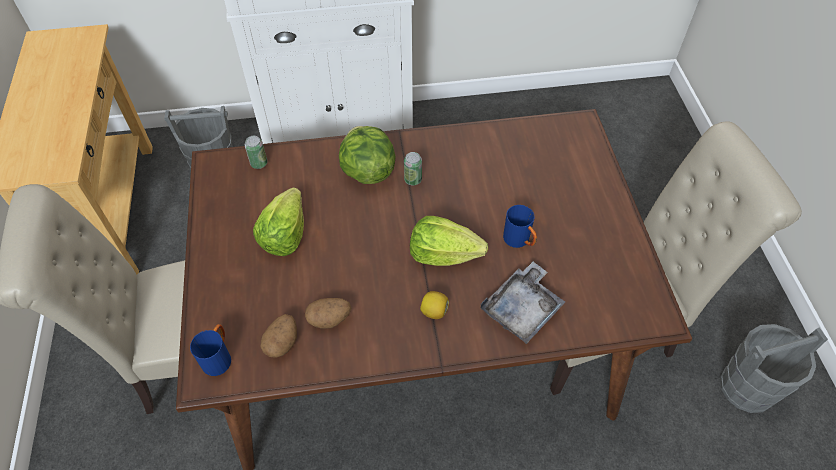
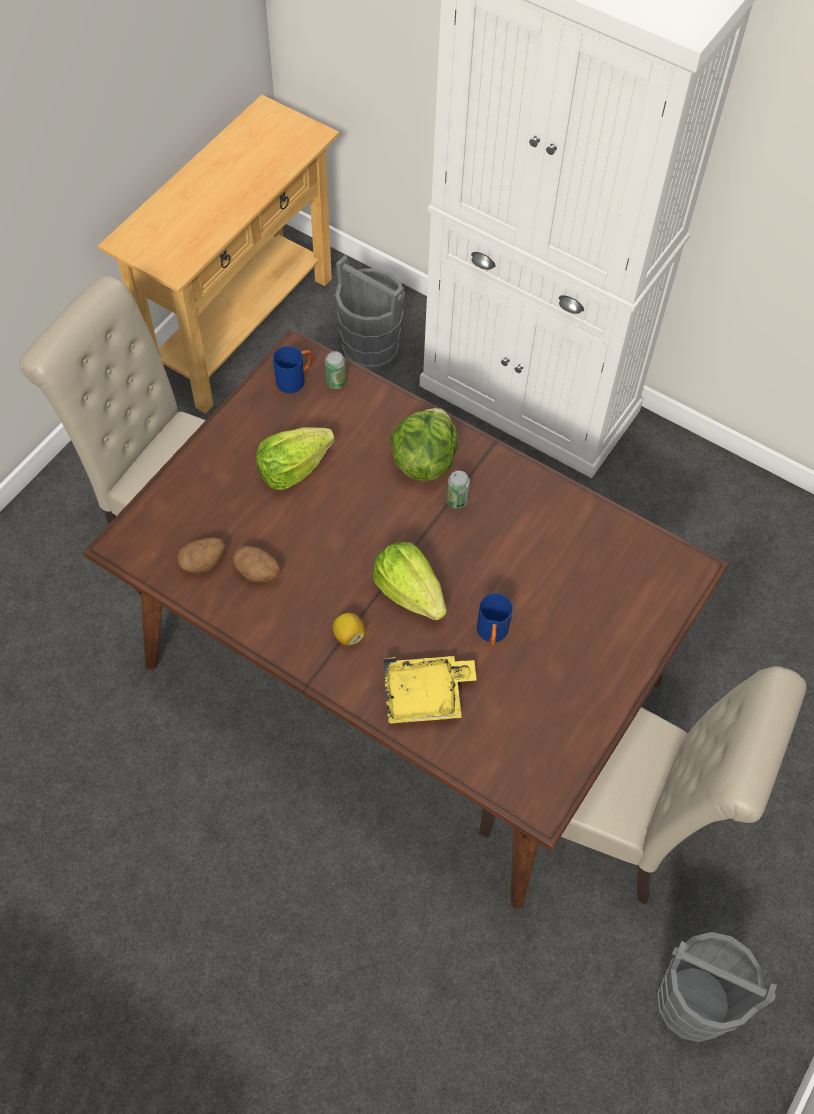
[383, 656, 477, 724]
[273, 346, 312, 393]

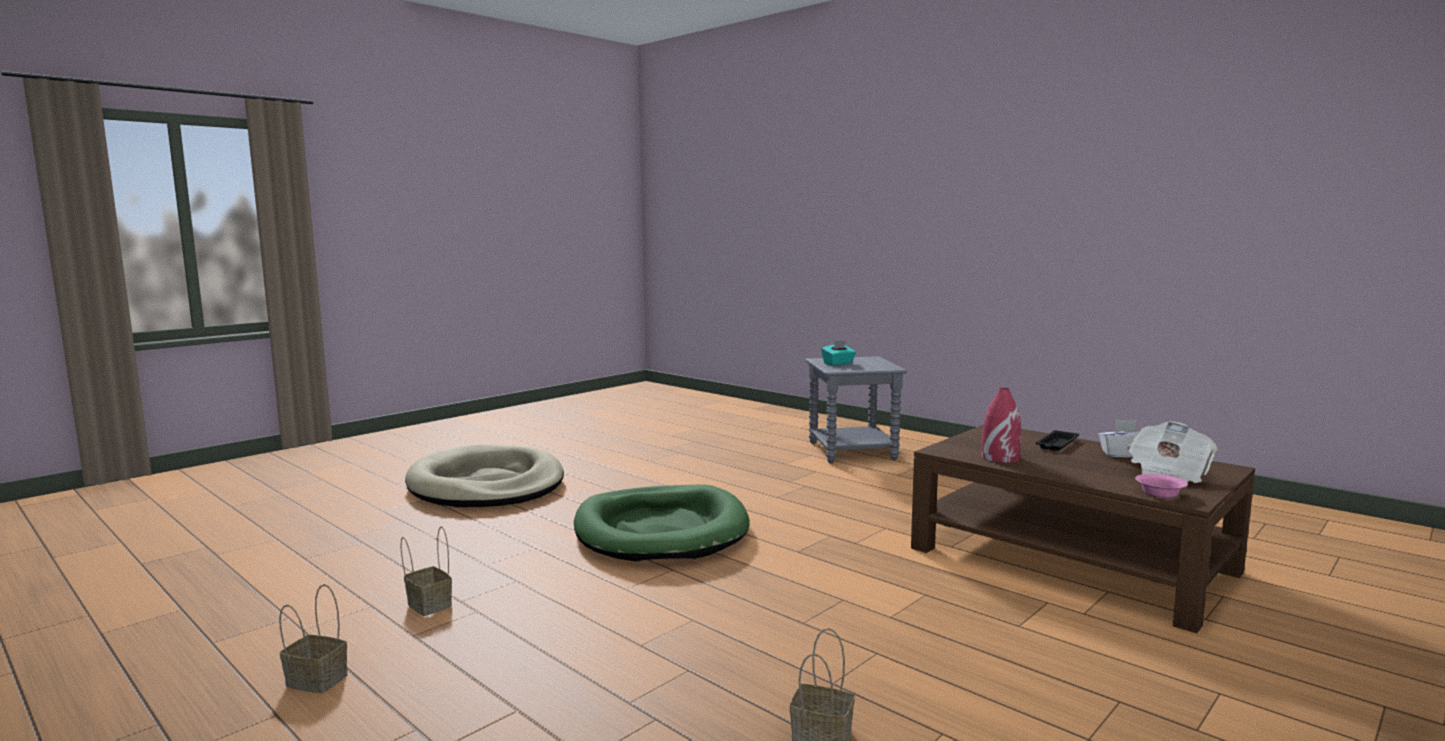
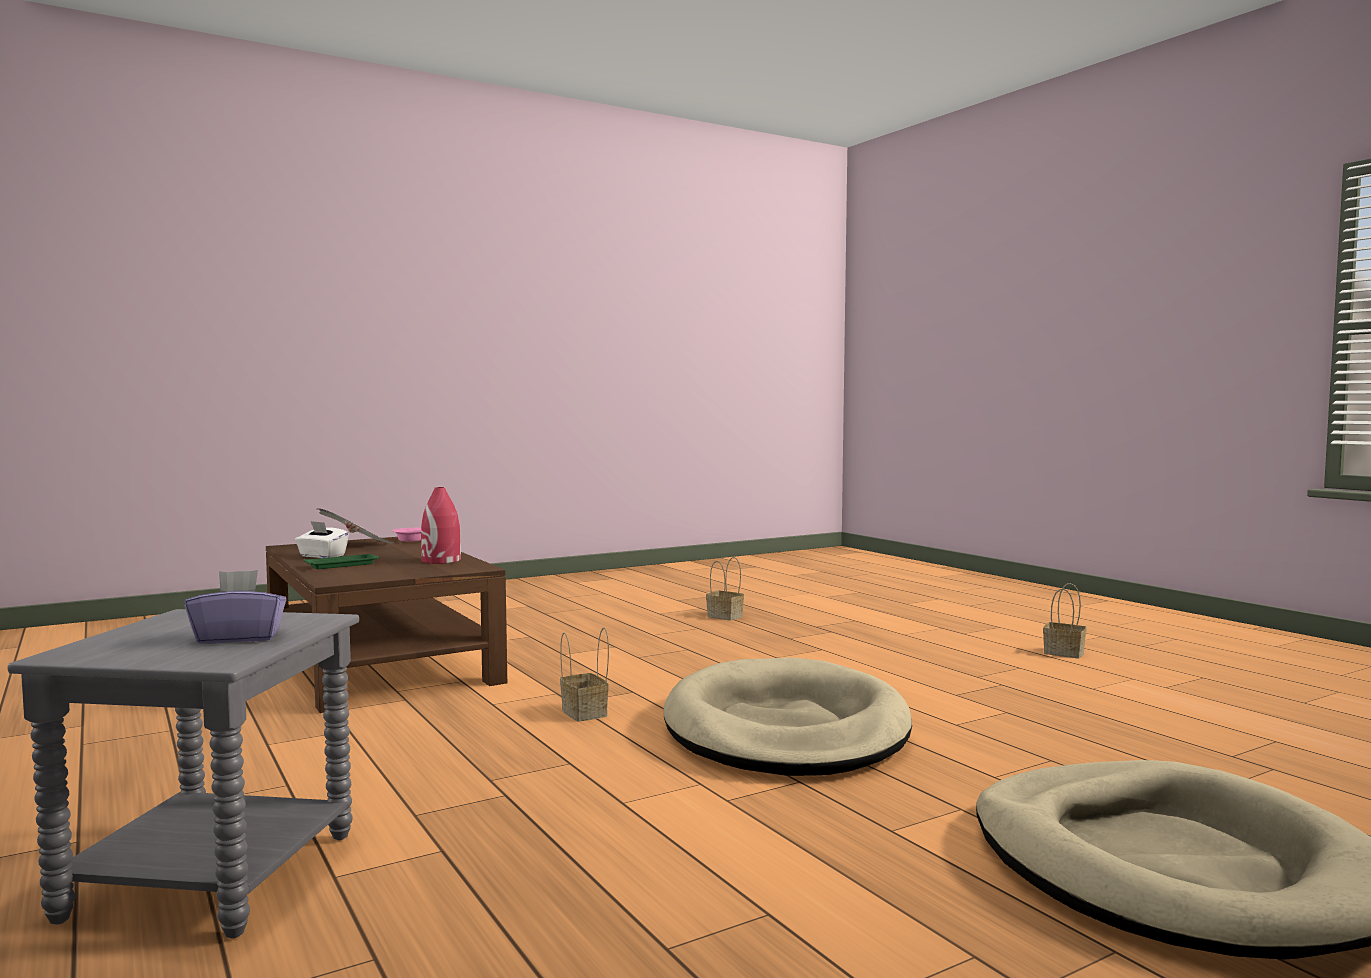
[184, 570, 286, 644]
[303, 554, 379, 569]
[664, 657, 912, 776]
[560, 627, 609, 722]

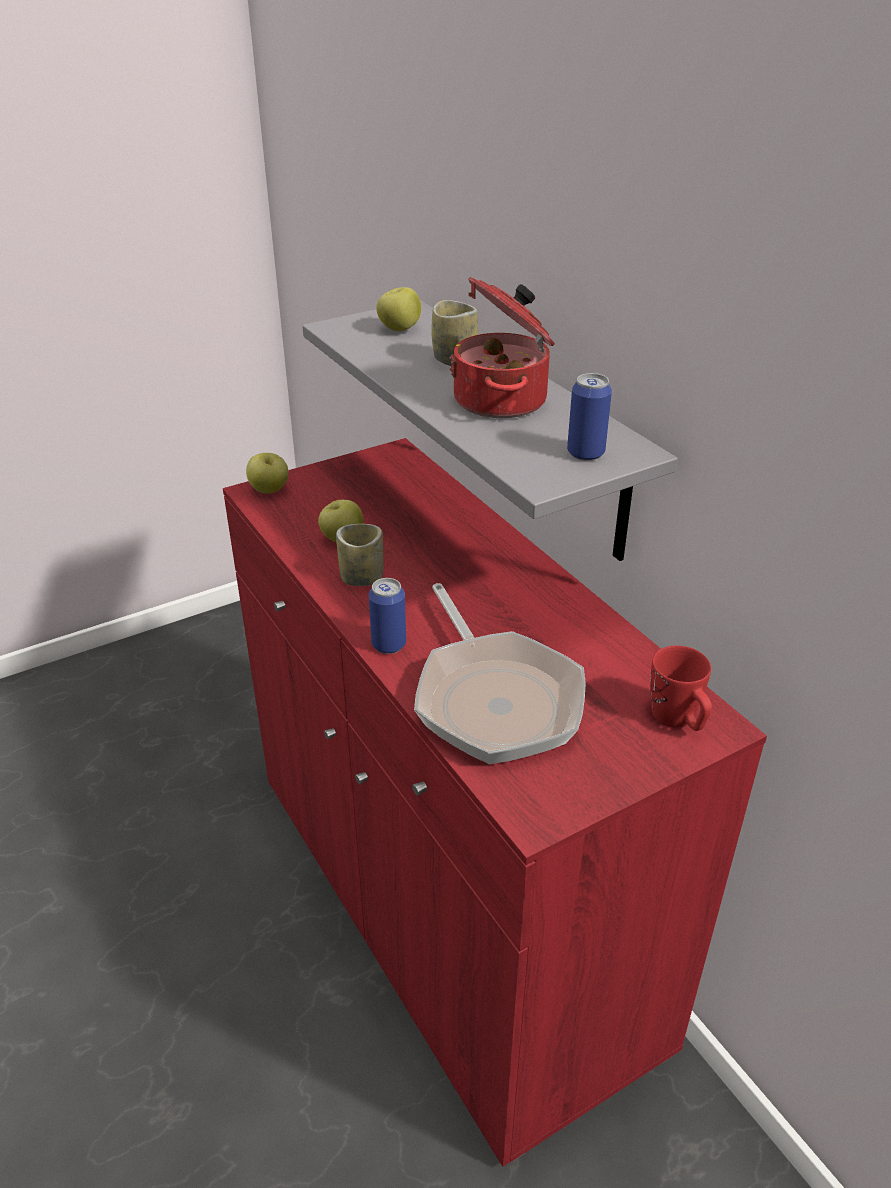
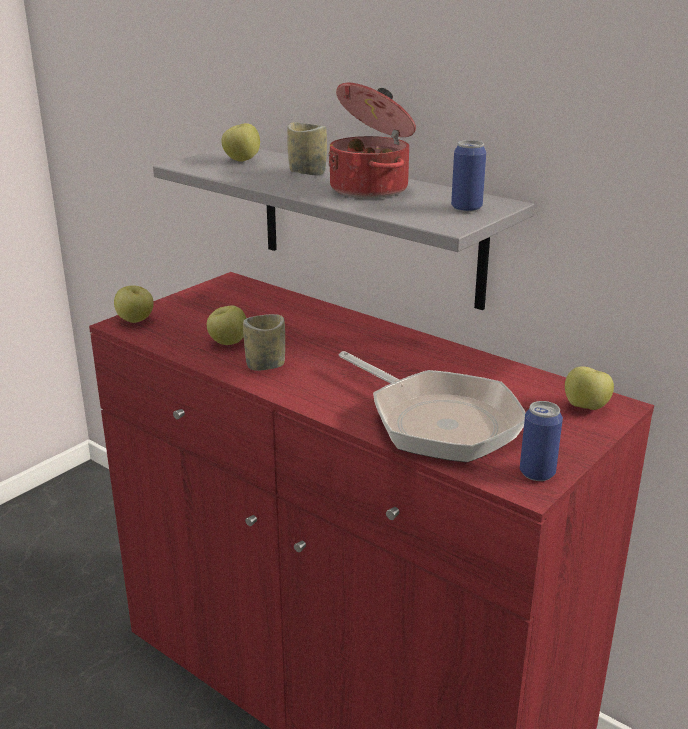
[520, 401, 563, 481]
[565, 366, 614, 410]

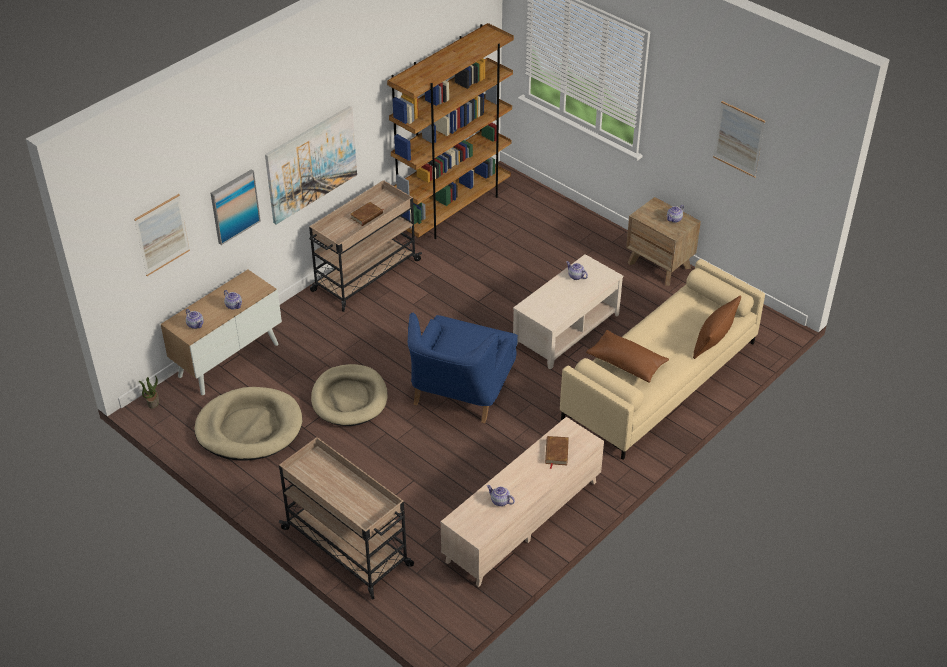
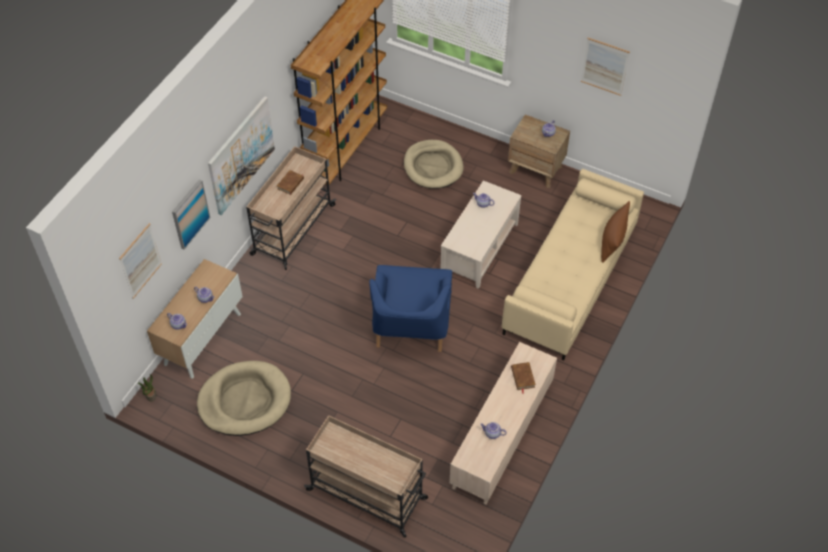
[586, 330, 669, 383] (first image)
[404, 140, 463, 189]

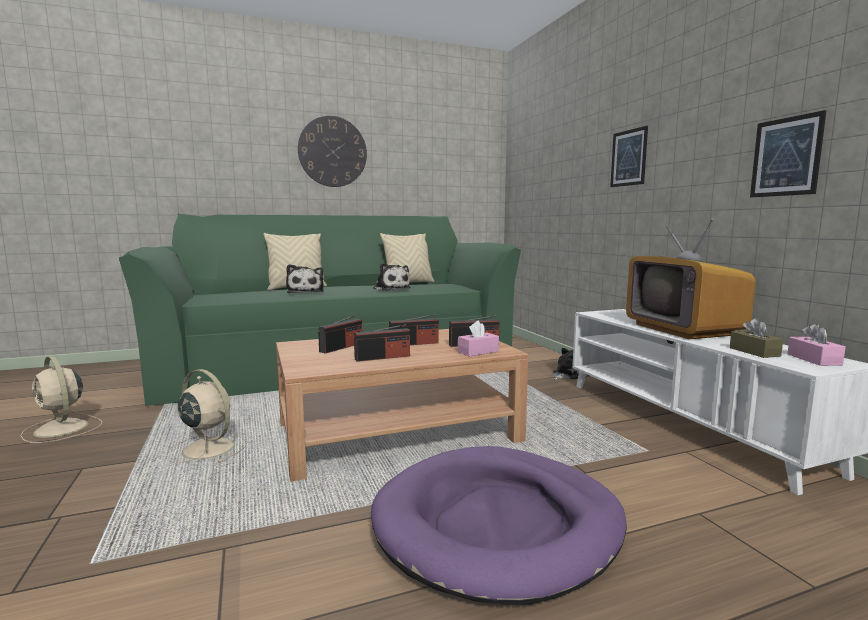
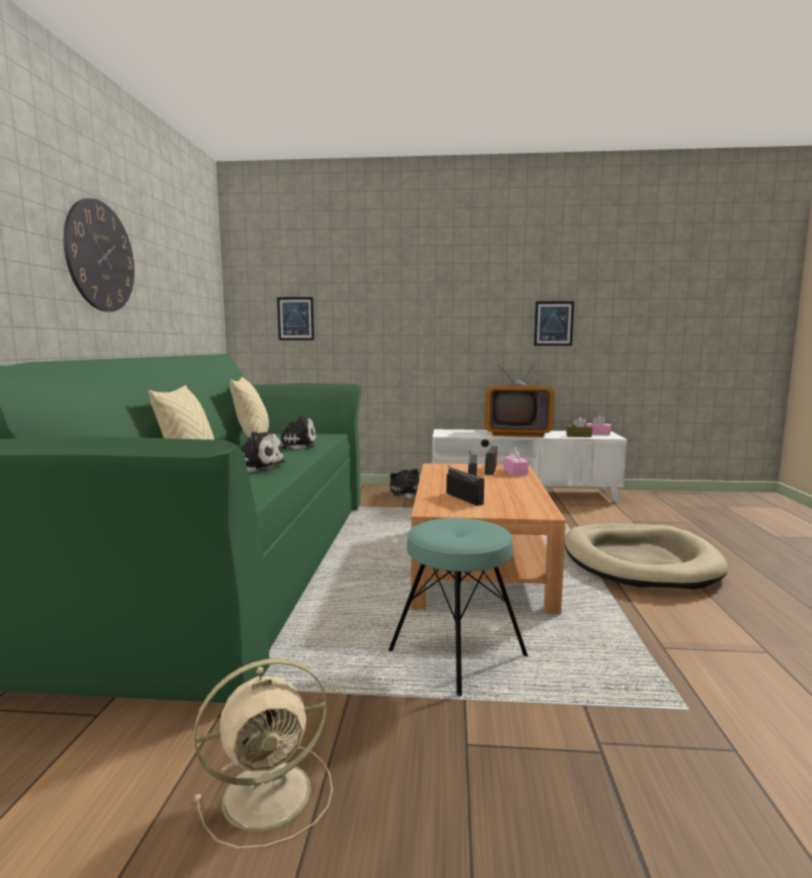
[277, 297, 314, 340]
[354, 324, 410, 362] (first image)
[389, 518, 528, 696]
[565, 524, 728, 589]

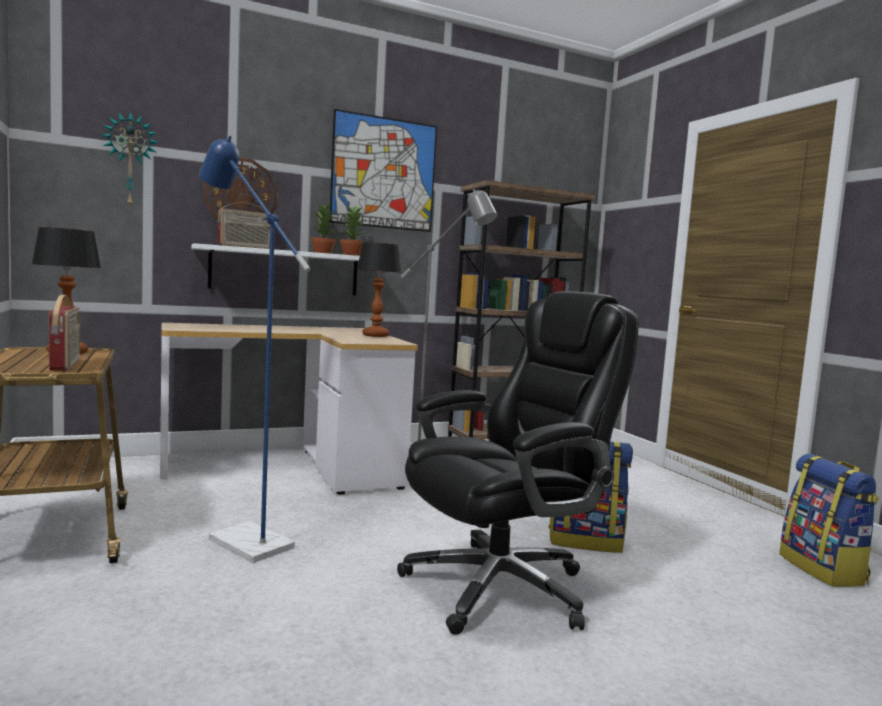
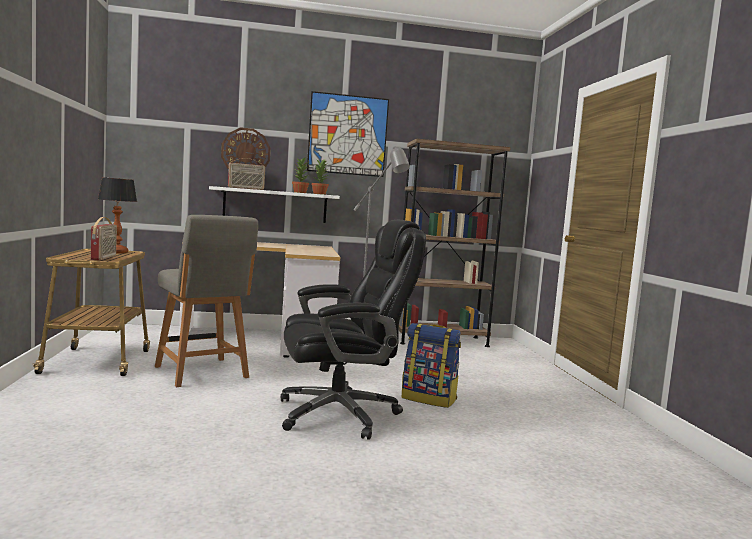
[101, 112, 159, 206] (first image)
[155, 215, 258, 387]
[357, 242, 401, 337] (first image)
[779, 454, 879, 587] (first image)

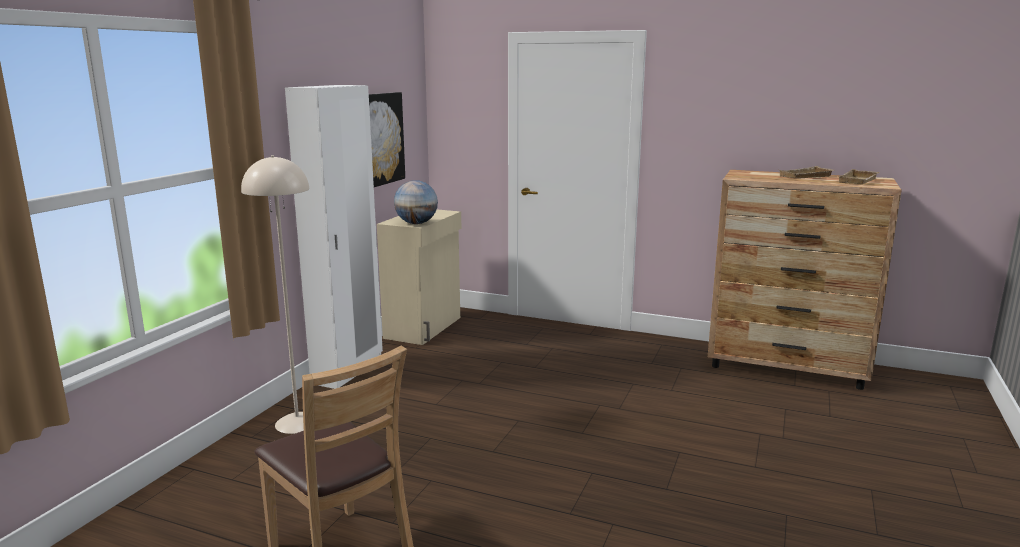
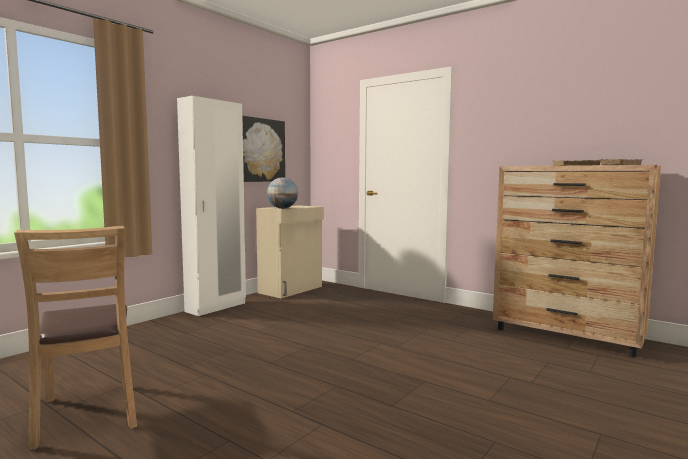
[241, 155, 309, 434] (first image)

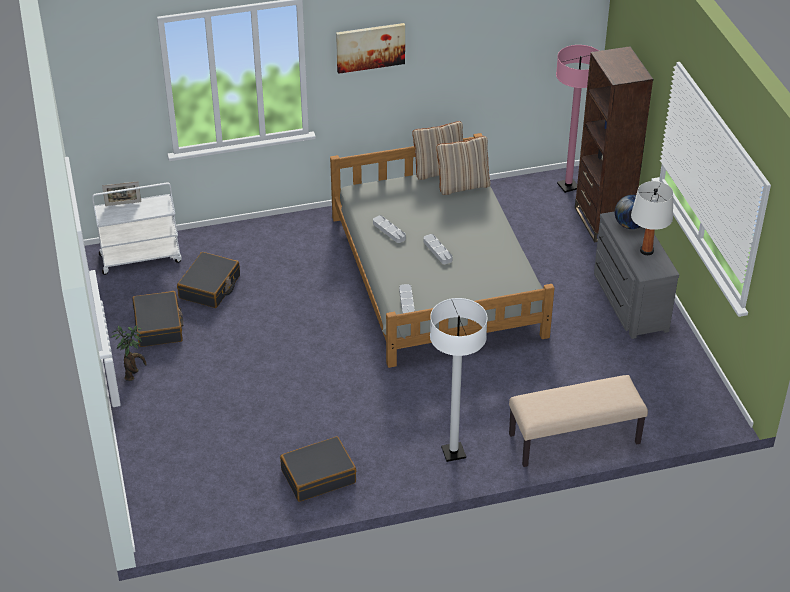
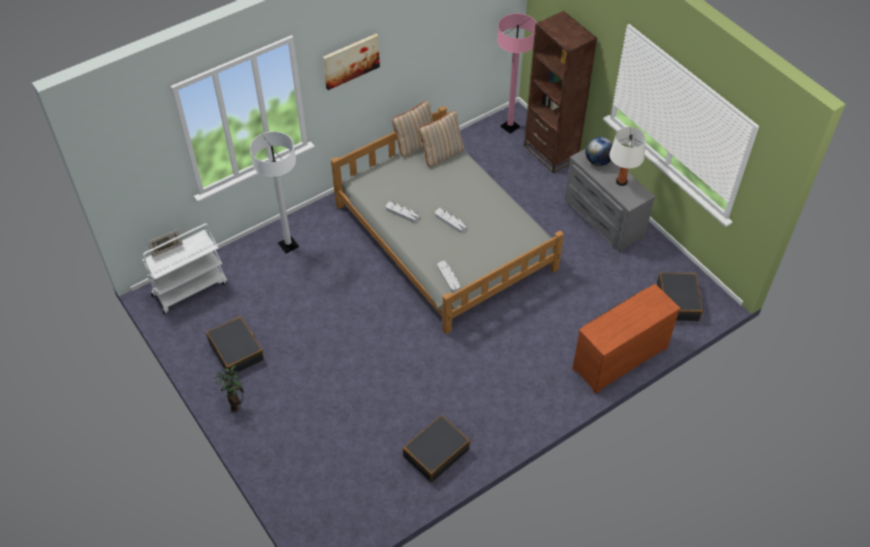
[657, 273, 703, 321]
[250, 131, 299, 253]
[572, 284, 681, 394]

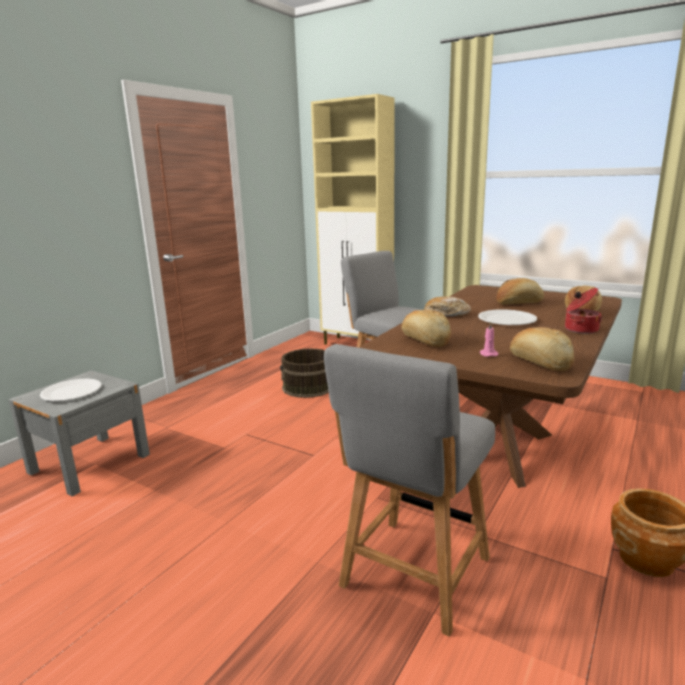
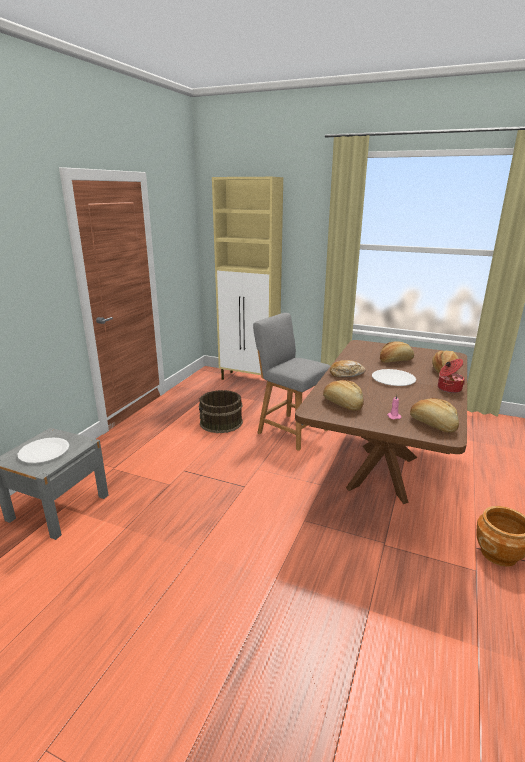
[324, 344, 495, 637] (first image)

